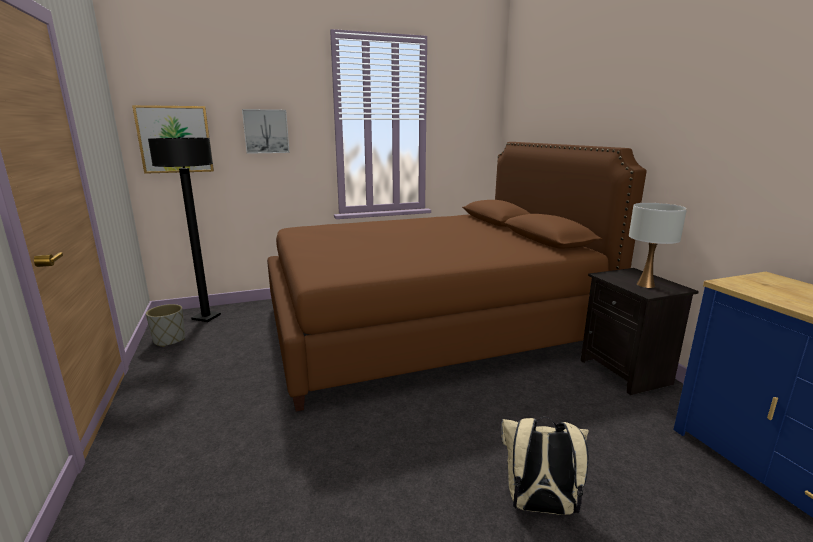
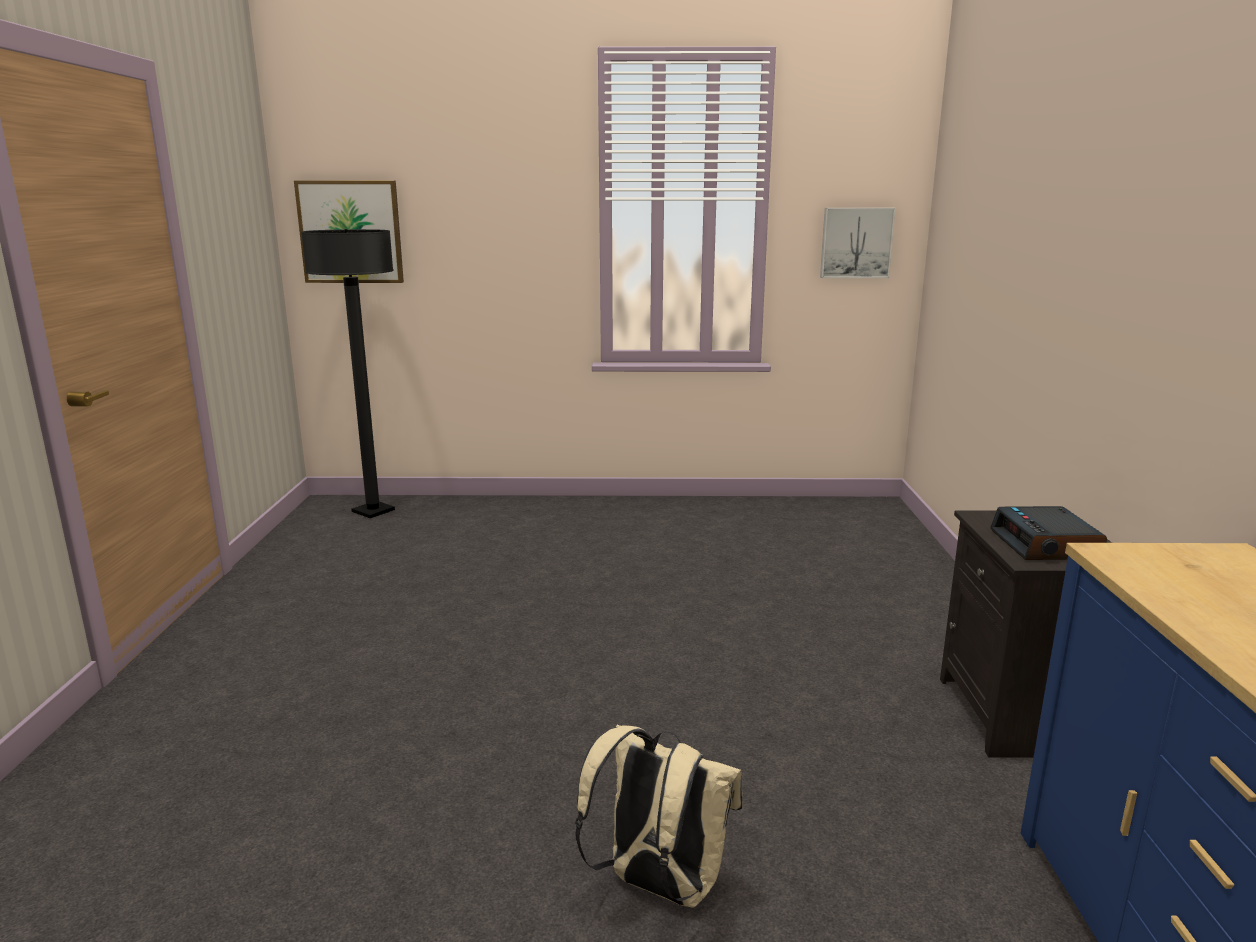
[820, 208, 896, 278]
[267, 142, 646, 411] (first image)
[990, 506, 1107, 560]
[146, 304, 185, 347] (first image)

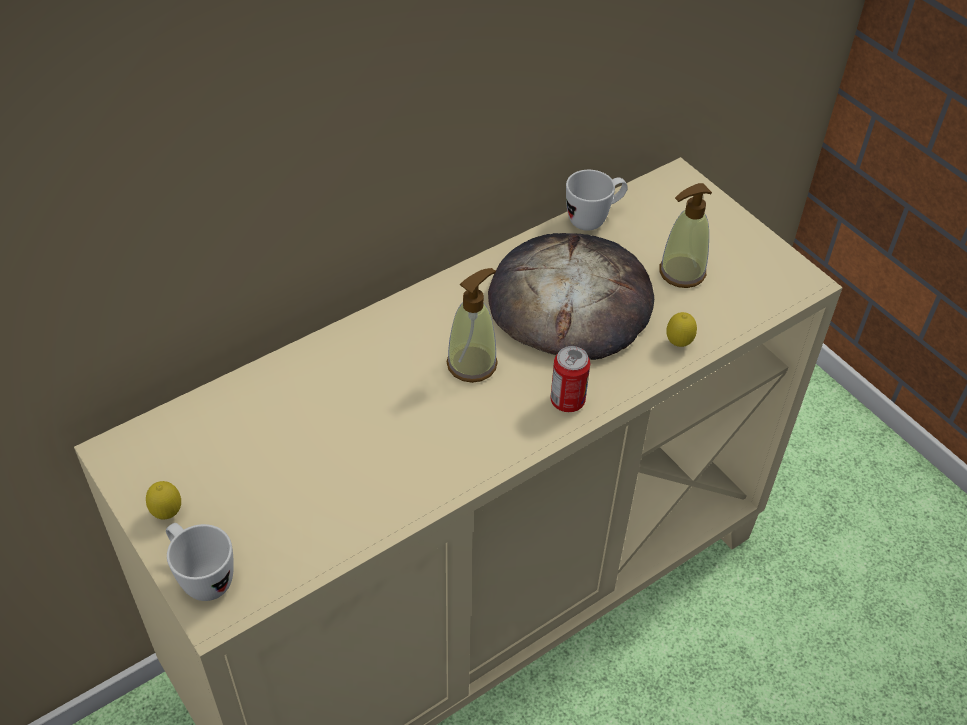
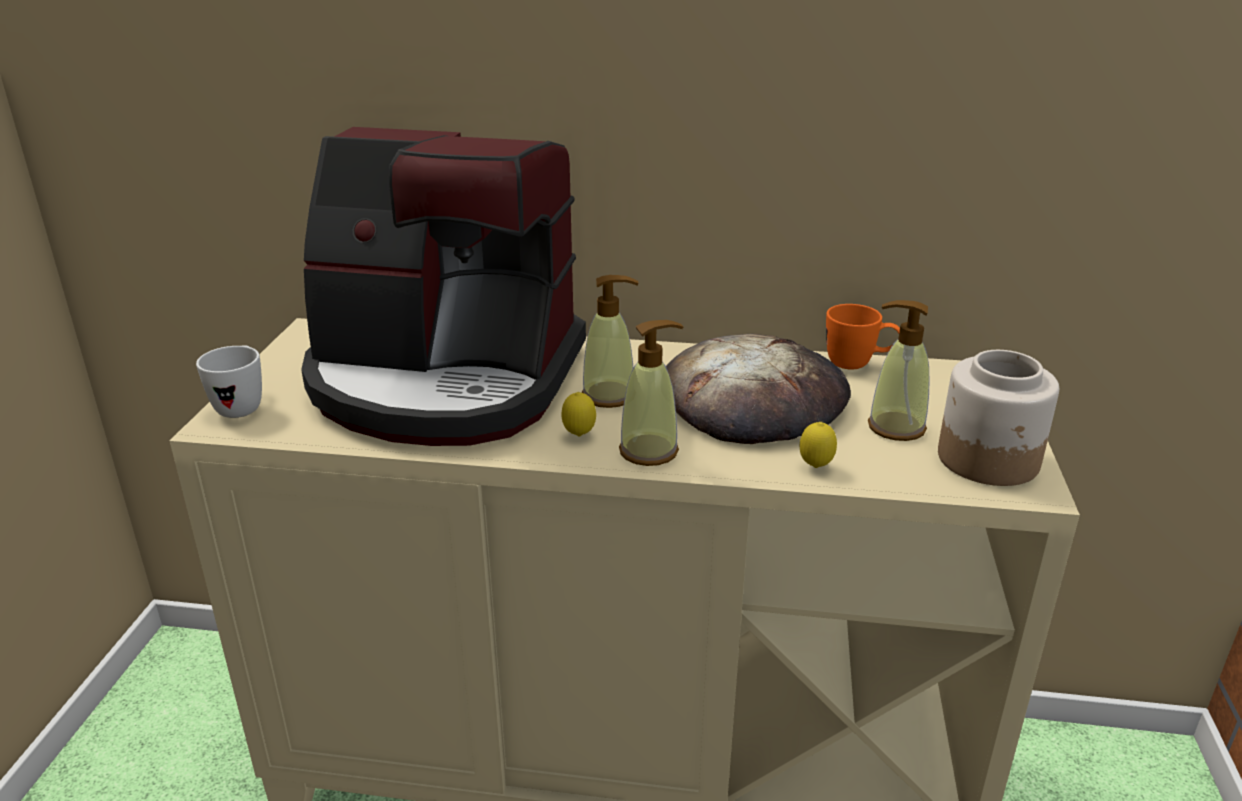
[826, 304, 900, 369]
[619, 320, 683, 466]
[561, 392, 596, 436]
[301, 127, 586, 446]
[938, 350, 1059, 486]

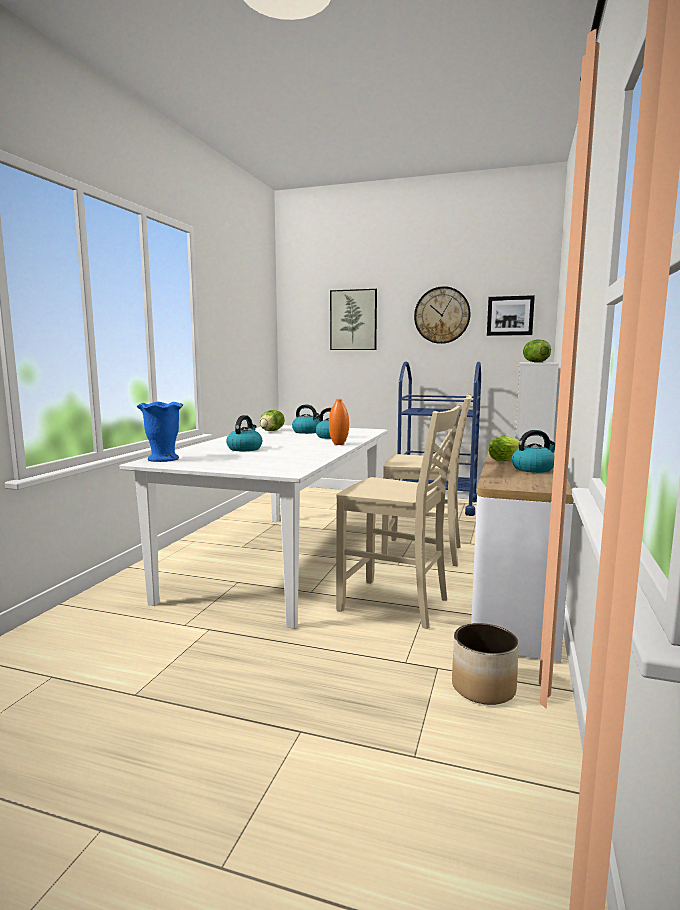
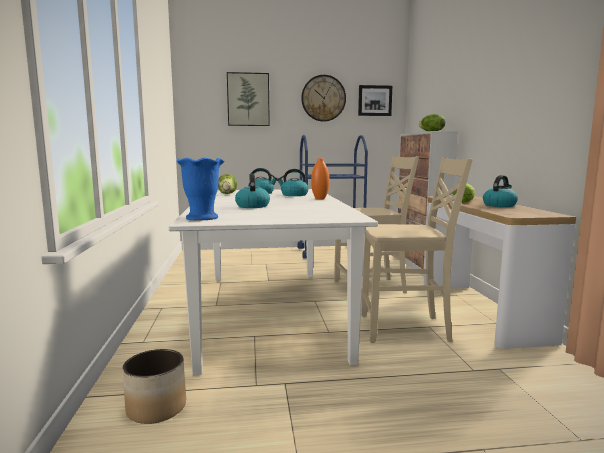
[123, 349, 186, 424]

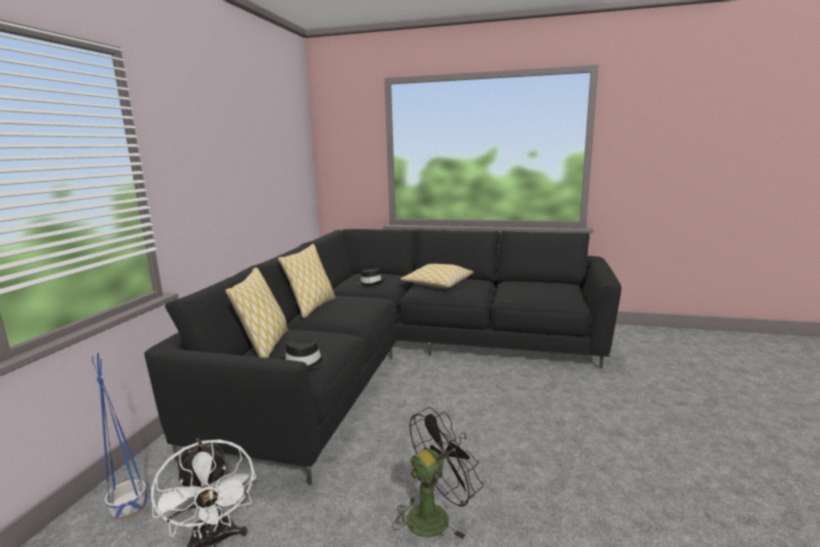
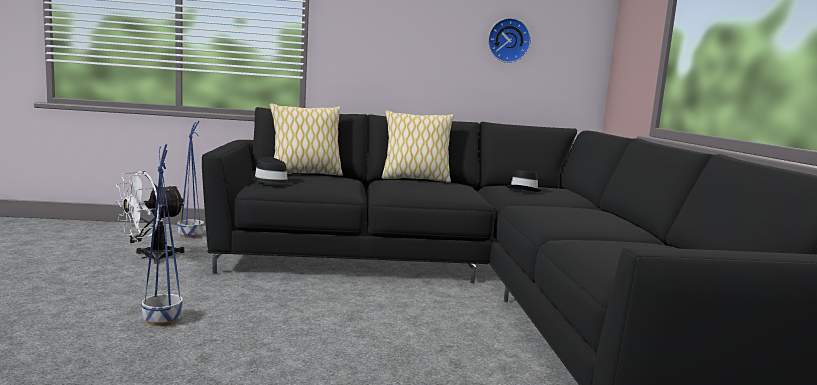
[401, 264, 473, 288] (first image)
[141, 144, 183, 326]
[488, 18, 531, 63]

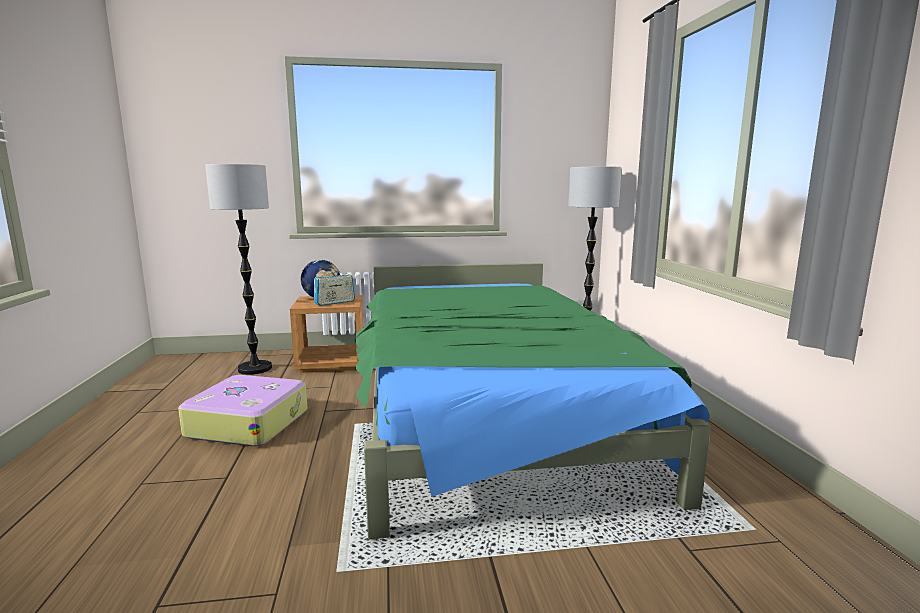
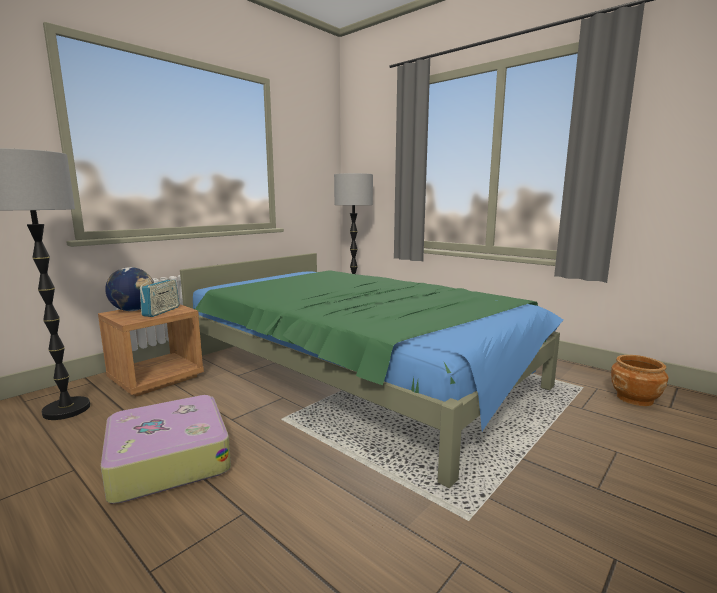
[611, 355, 669, 406]

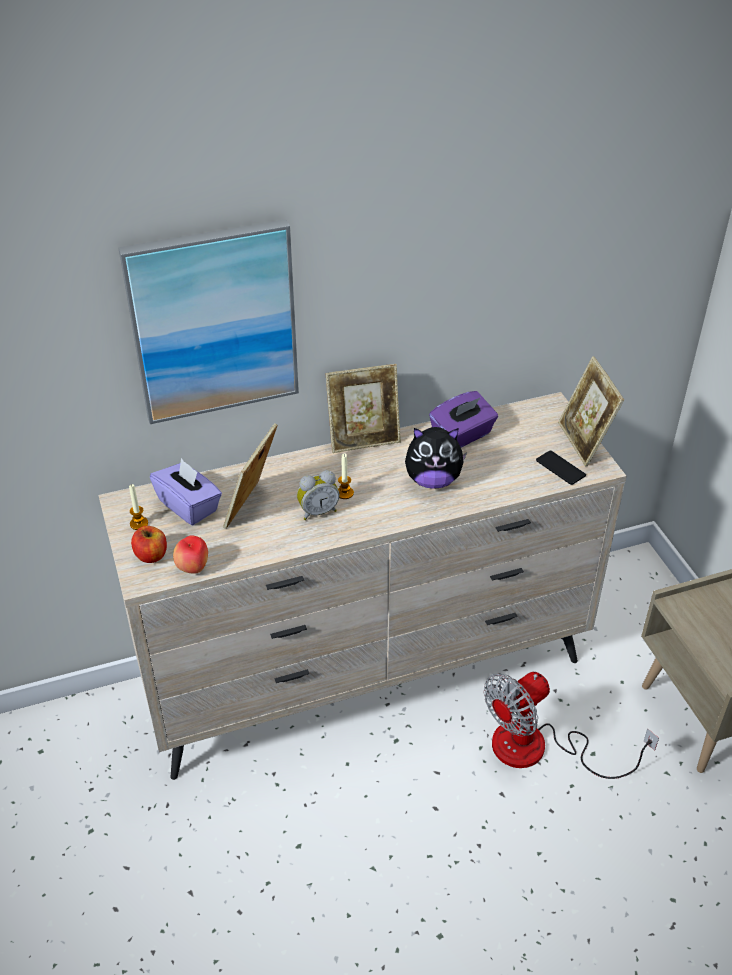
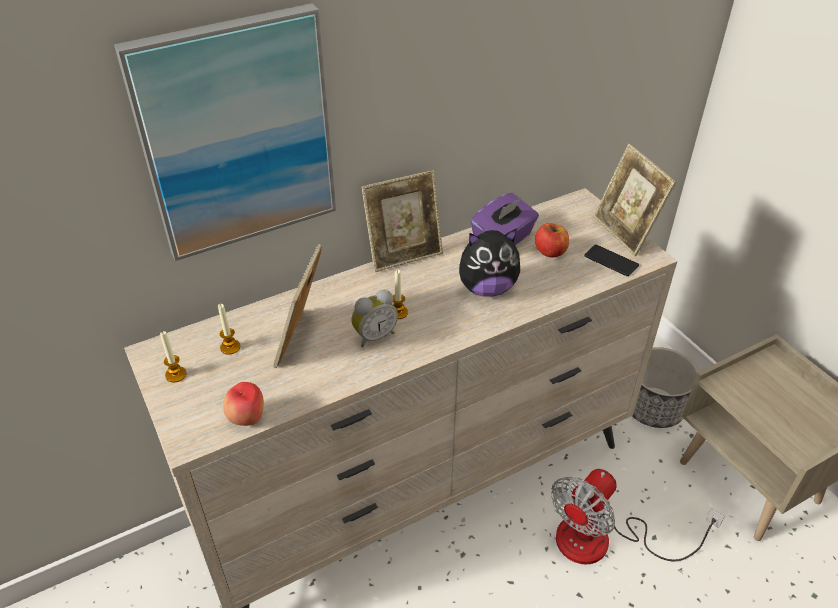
[218, 304, 240, 355]
[535, 223, 569, 257]
[633, 347, 698, 428]

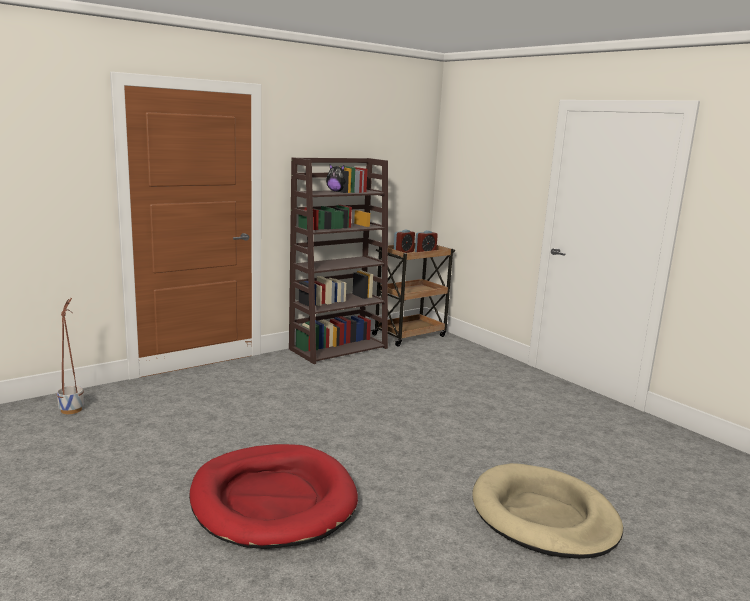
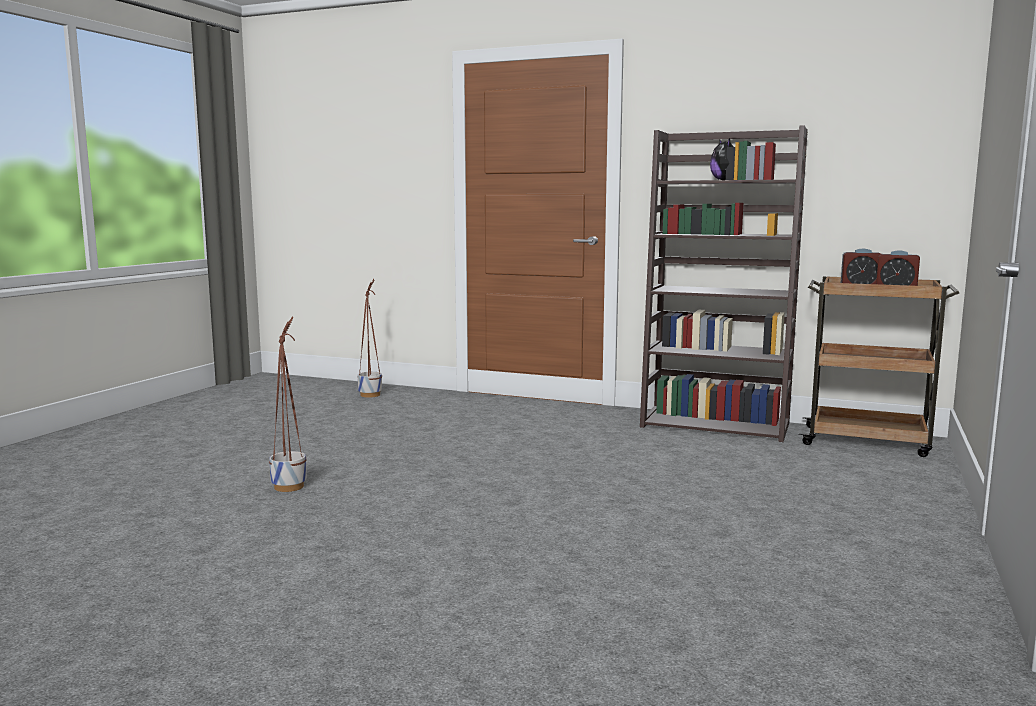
[269, 316, 307, 492]
[472, 463, 623, 559] (first image)

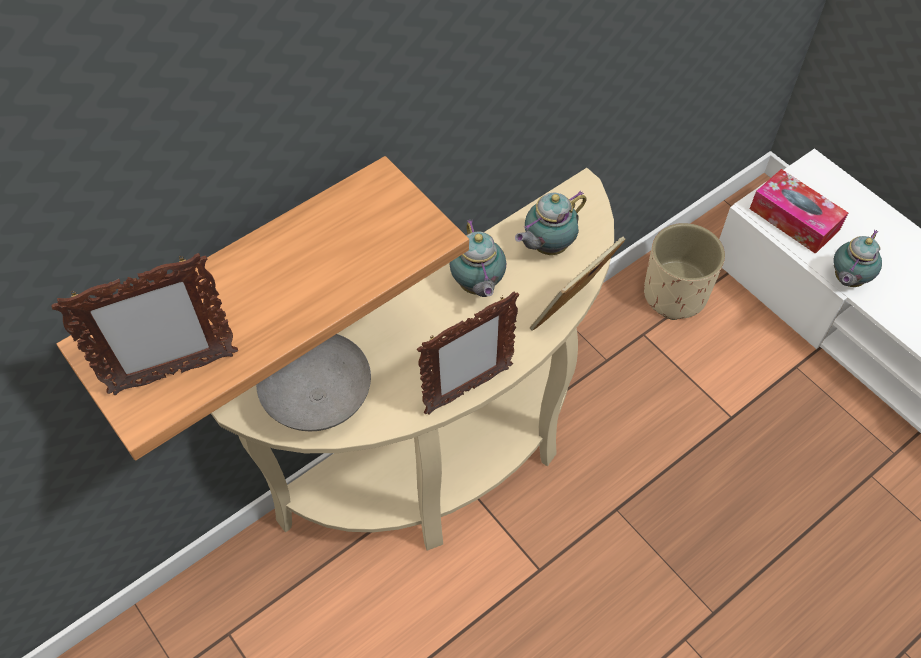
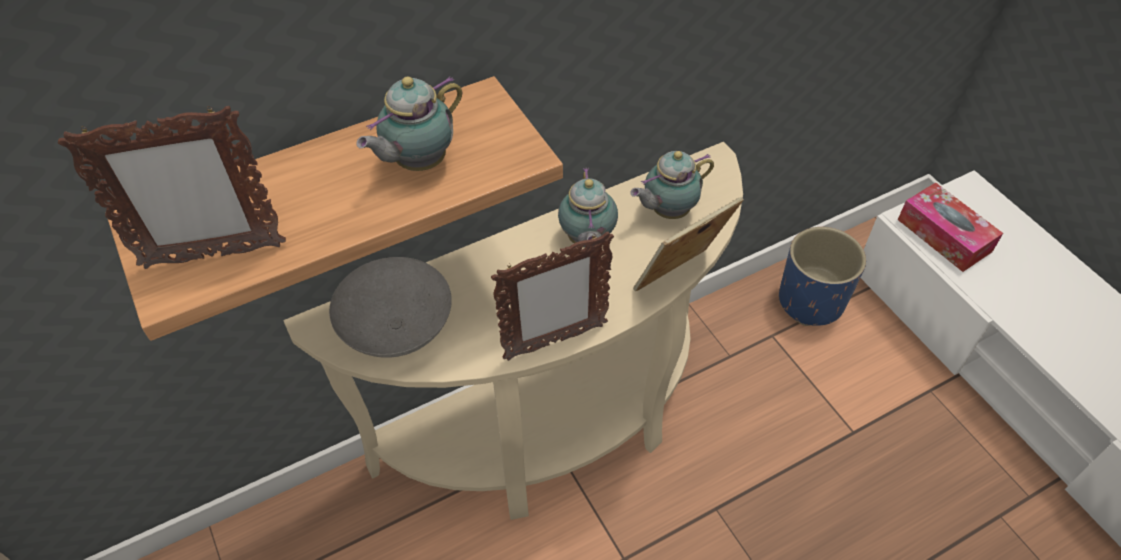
[779, 227, 866, 326]
[356, 76, 462, 171]

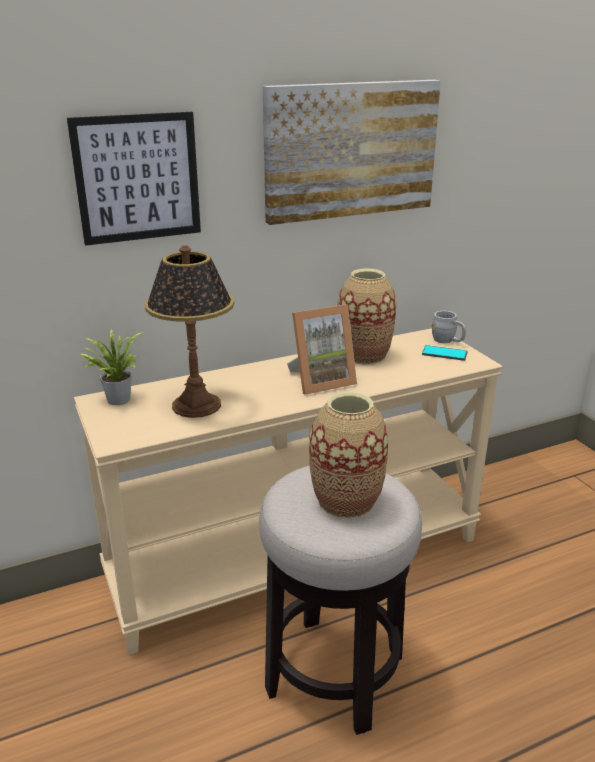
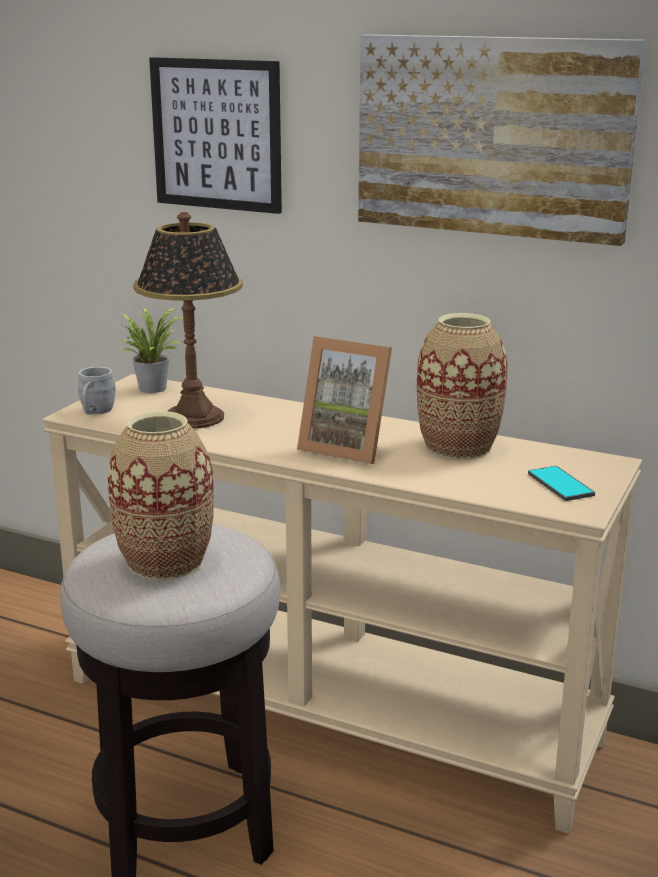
[78, 367, 116, 415]

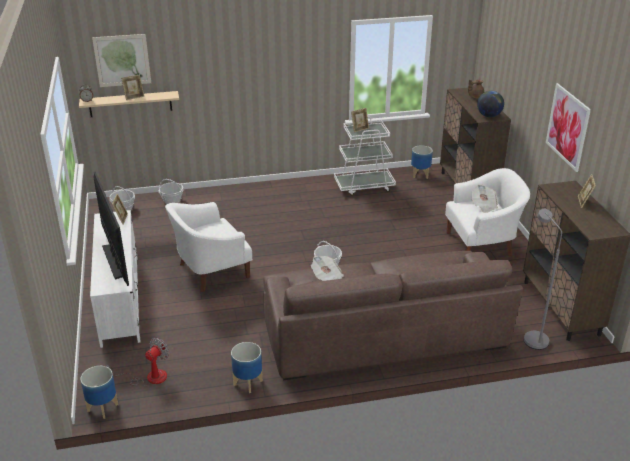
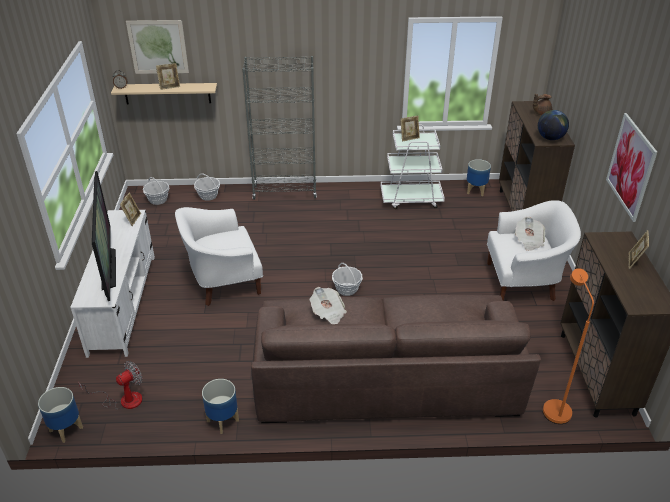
[543, 268, 594, 424]
[242, 56, 317, 200]

